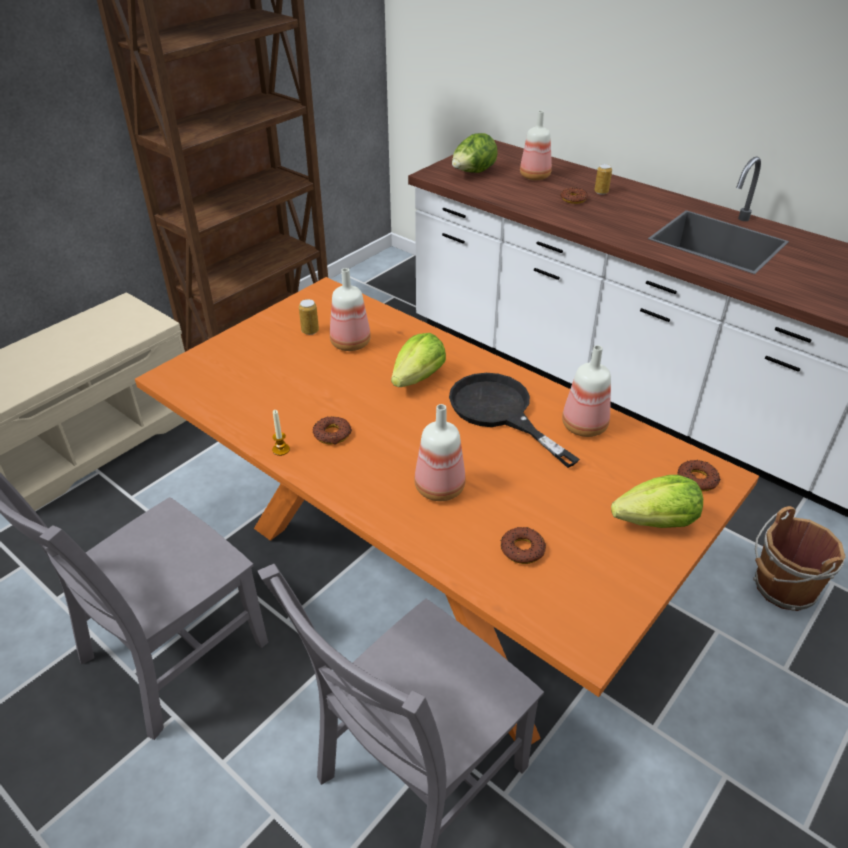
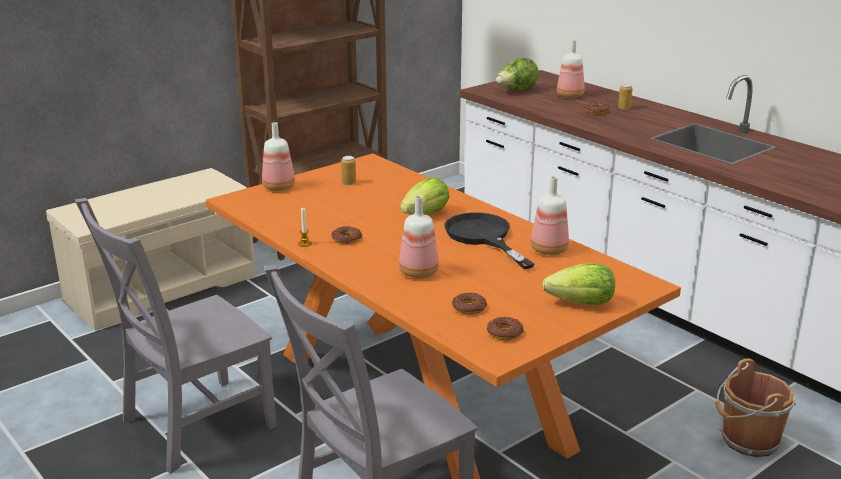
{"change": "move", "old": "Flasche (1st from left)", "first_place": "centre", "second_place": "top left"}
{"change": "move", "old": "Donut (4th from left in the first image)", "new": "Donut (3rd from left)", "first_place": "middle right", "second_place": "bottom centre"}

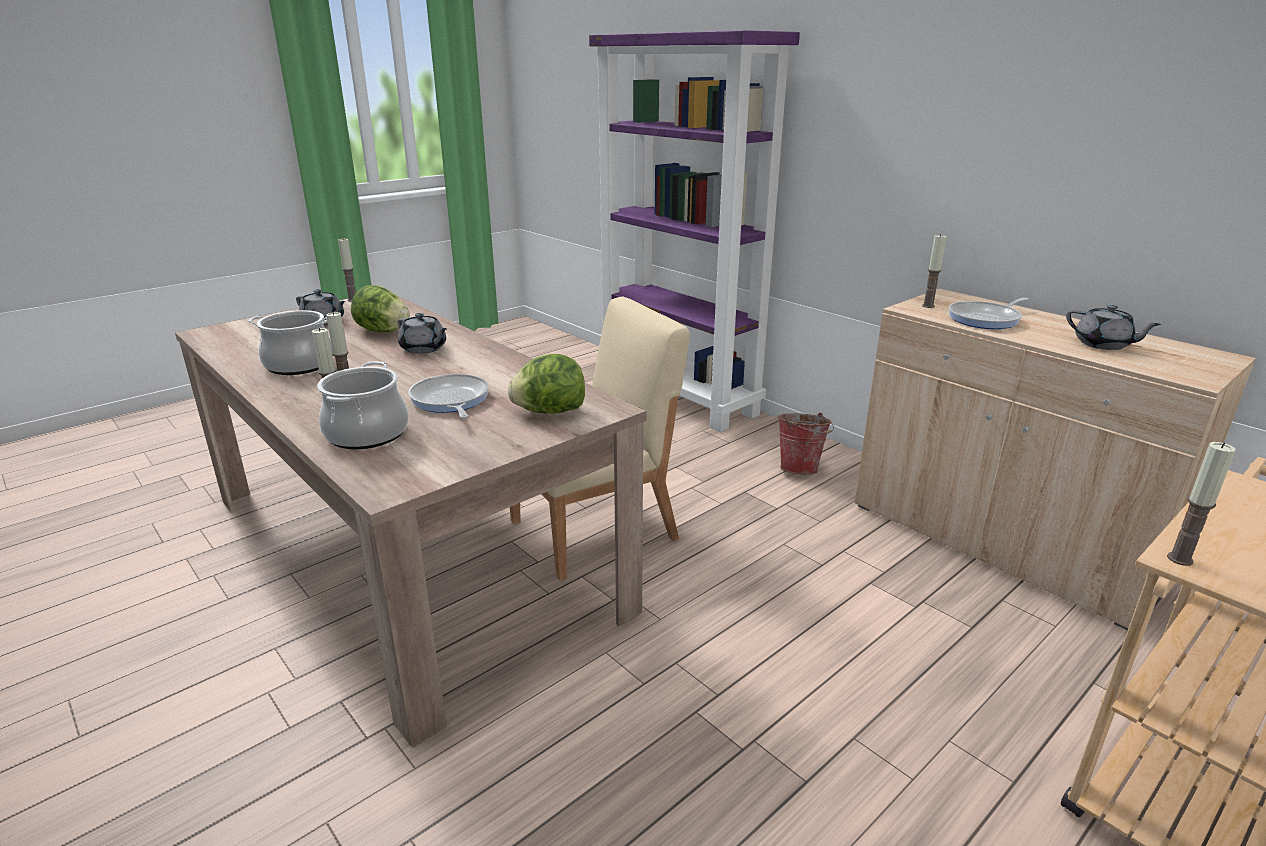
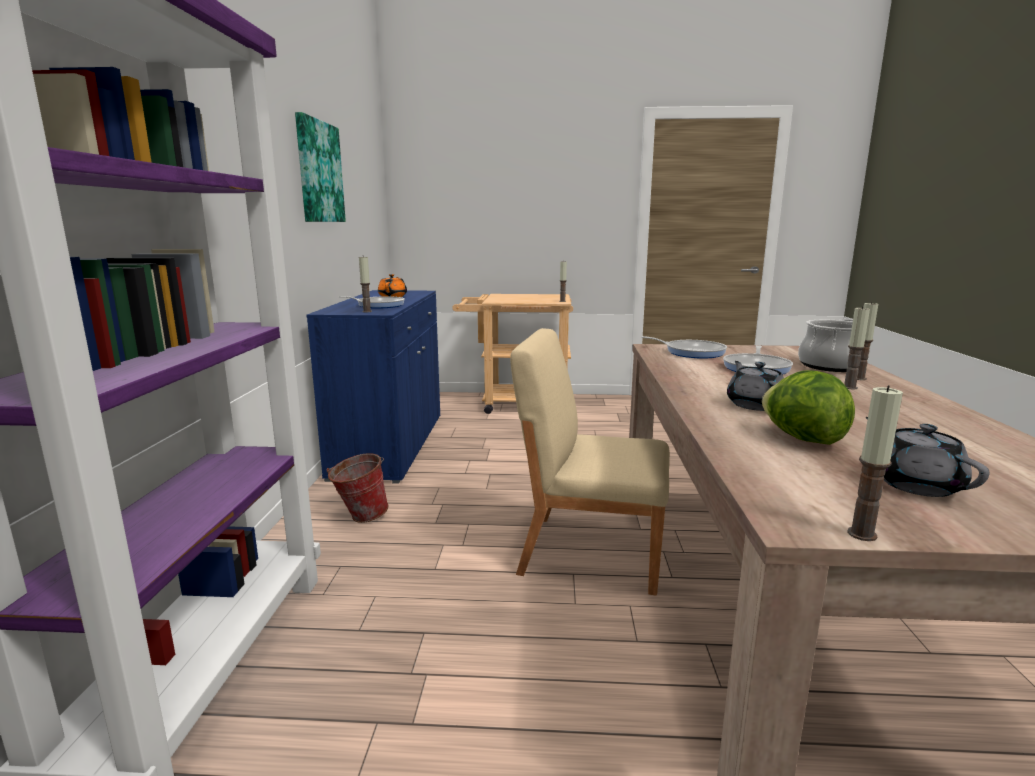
{"change": "delete", "old": "Kochtopf (1st from left)", "first_place": "middle left"}
{"change": "insert", "new": "Bild", "second_place": "top left"}
{"change": "replace", "old": "Salatkopf (2nd from left)", "new": "Pfanne (2nd from left)", "first_place": "centre", "second_place": "centre"}
{"change": "recolor", "old": "Schrank/beige", "new": "Schrank/blau", "first_place": "middle right", "second_place": "centre"}
{"change": "recolor", "old": "Teekanne/grau (3rd from left)", "new": "Teekanne/orange", "first_place": "middle right", "second_place": "centre"}

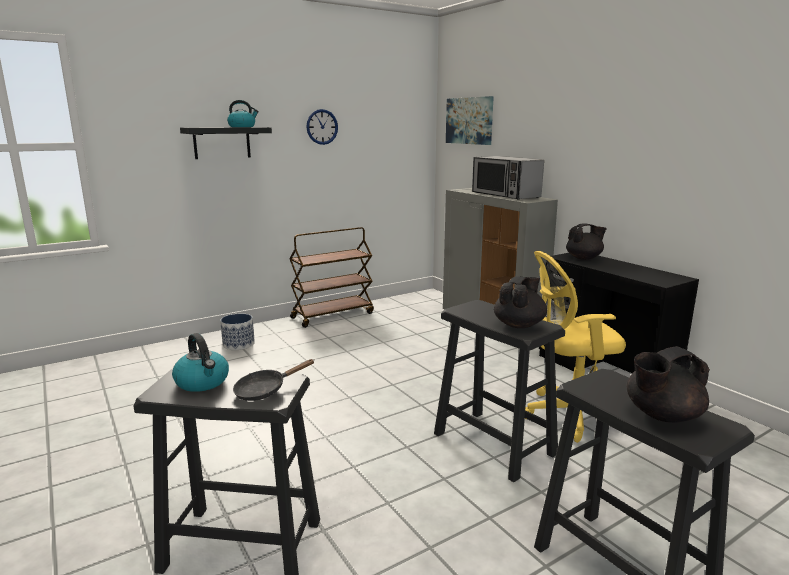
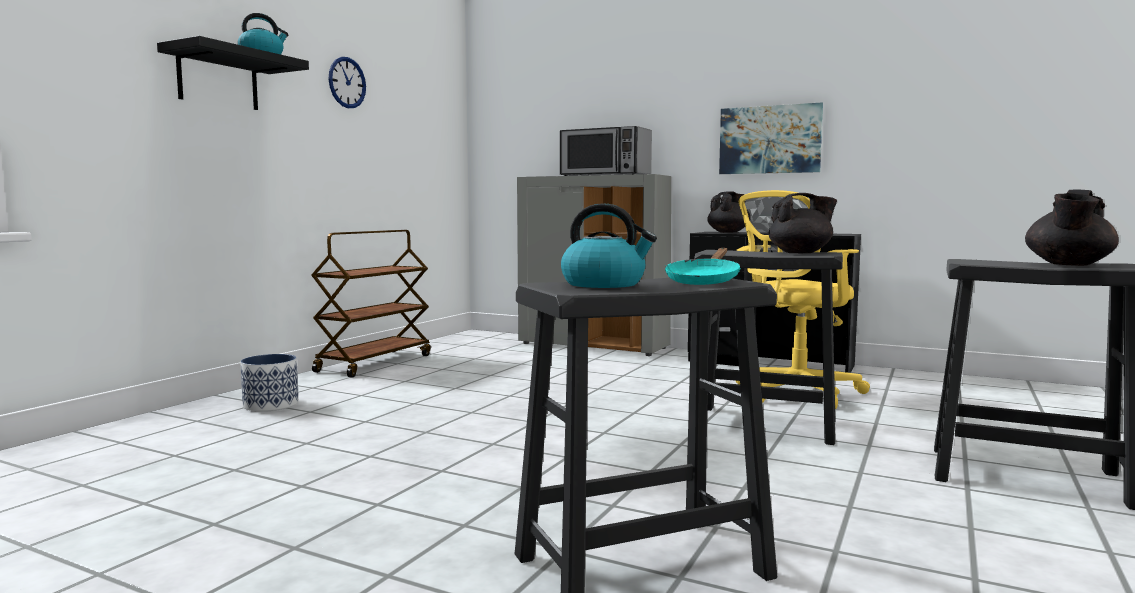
{"change": "move", "old": "Bild", "first_place": "top centre", "second_place": "top right"}
{"change": "recolor", "old": "Pfanne/schwarz", "new": "Pfanne/türkis", "first_place": "centre", "second_place": "centre"}
{"change": "rotate", "old": "Teekanne/schwarz (1st from left in the first image)", "first_place": "centre", "second_place": "middle right", "degrees": 75}

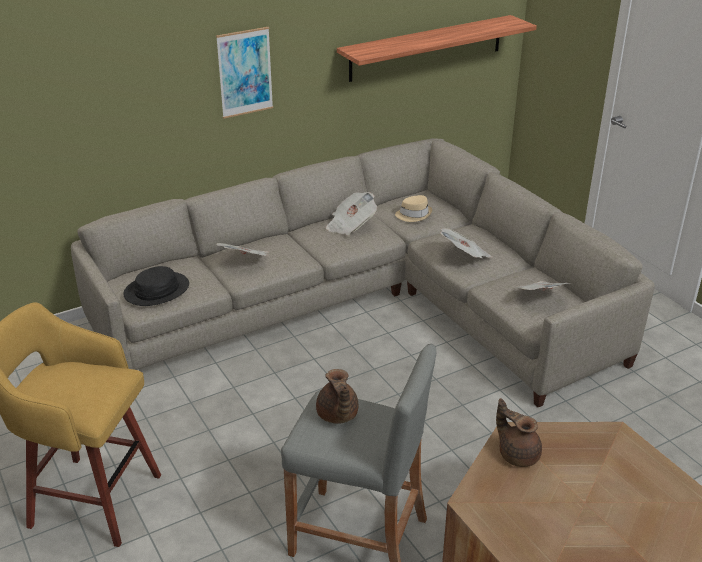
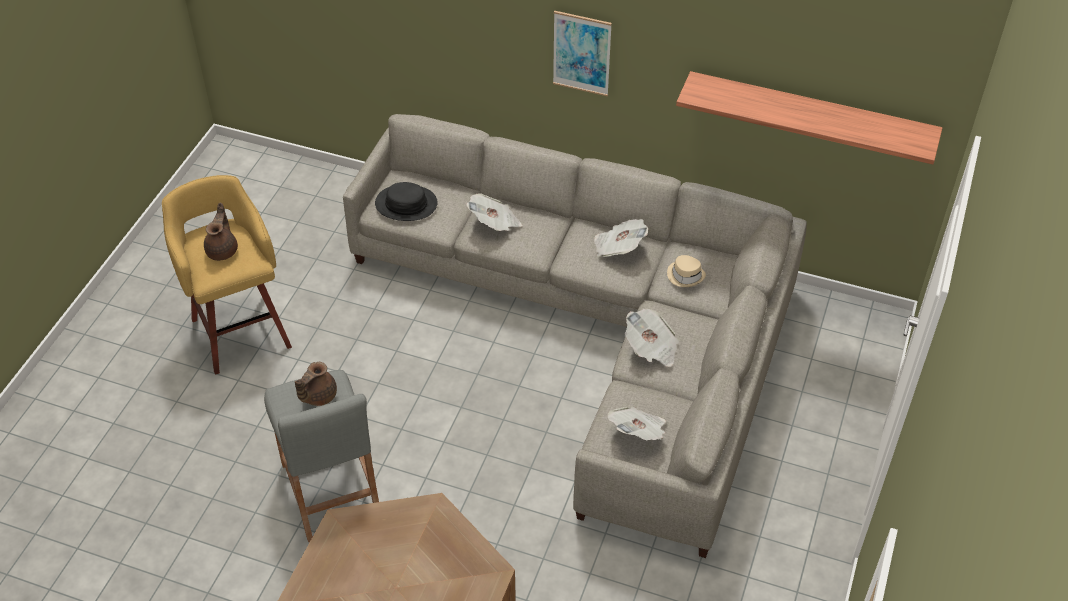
{"change": "move", "old": "Teekanne/braun (2nd from left in the first image)", "new": "Teekanne/braun (1st from left)", "first_place": "bottom right", "second_place": "middle left"}

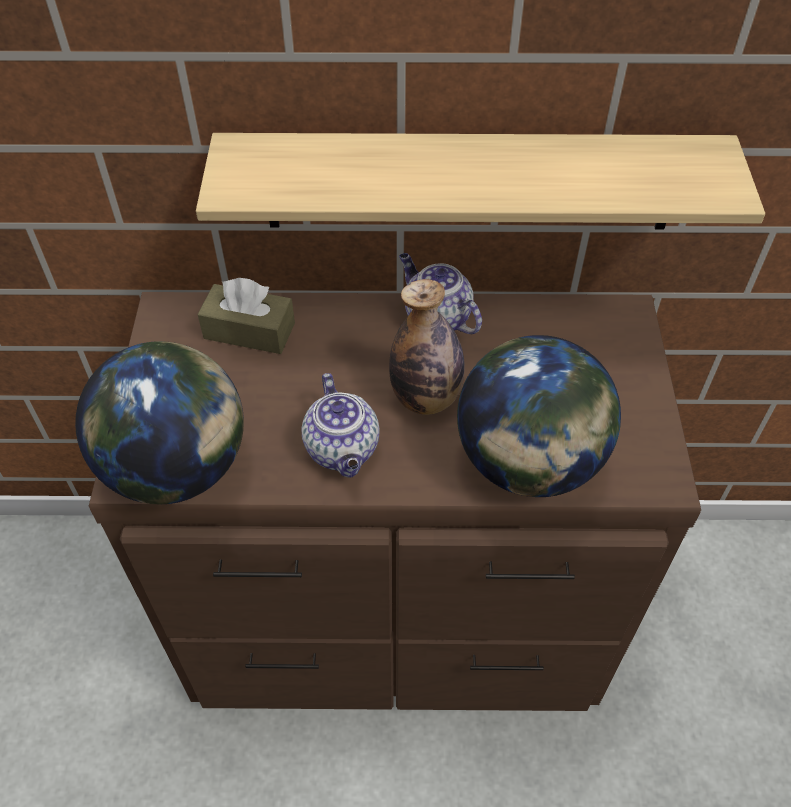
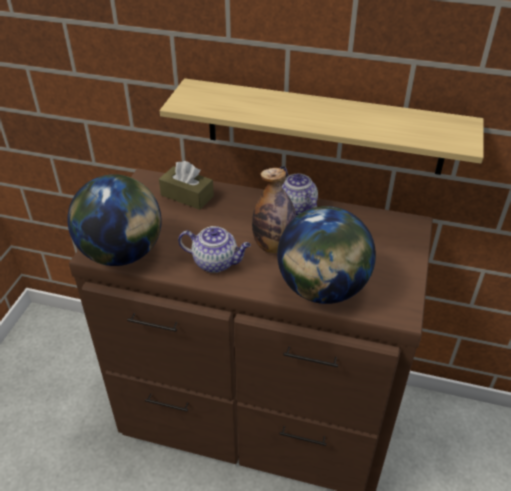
{"change": "rotate", "old": "Teekanne (1st from left)", "first_place": "centre", "second_place": "centre", "degrees": -75}

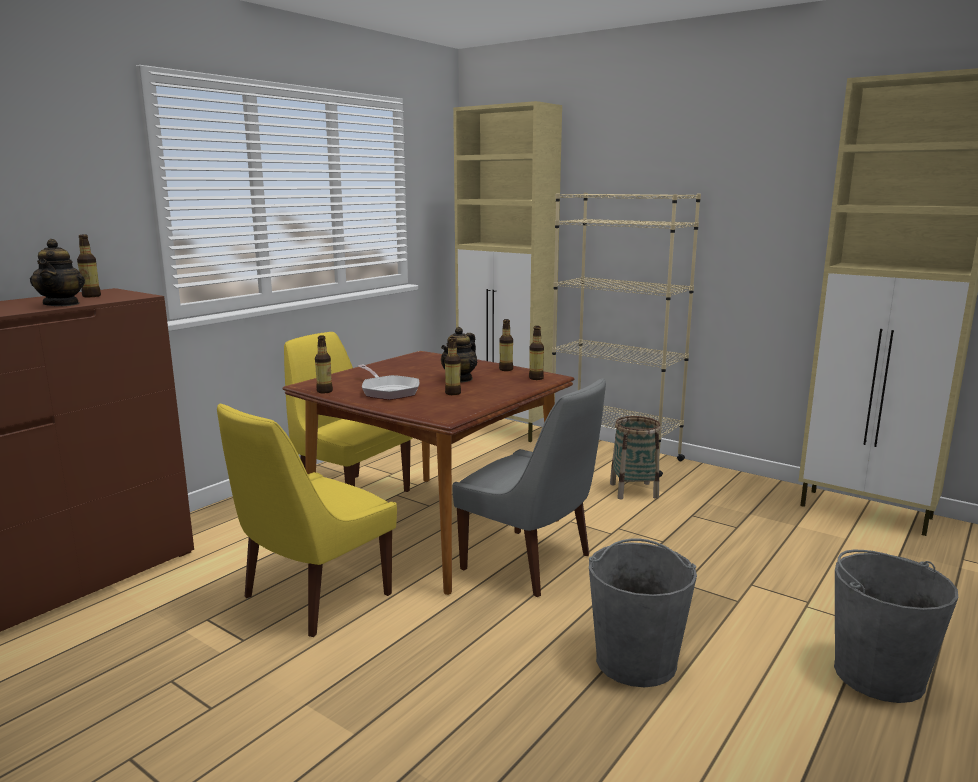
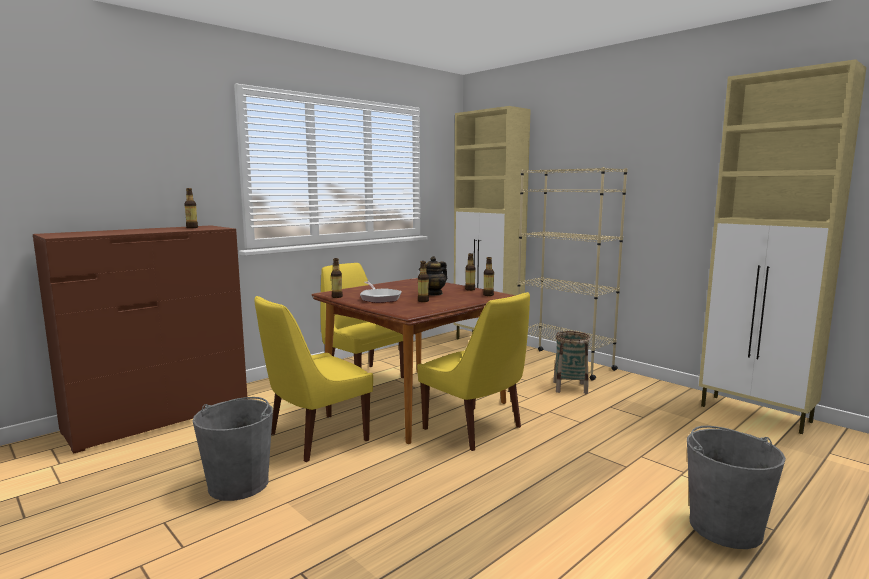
{"change": "delete", "old": "Teekanne (1st from left)", "first_place": "middle left"}
{"change": "move", "old": "Eimer/grau (1st from left)", "first_place": "bottom centre", "second_place": "bottom left"}
{"change": "recolor", "old": "Stuhl/grau", "new": "Stuhl/gelb (3rd from left)", "first_place": "centre", "second_place": "centre"}

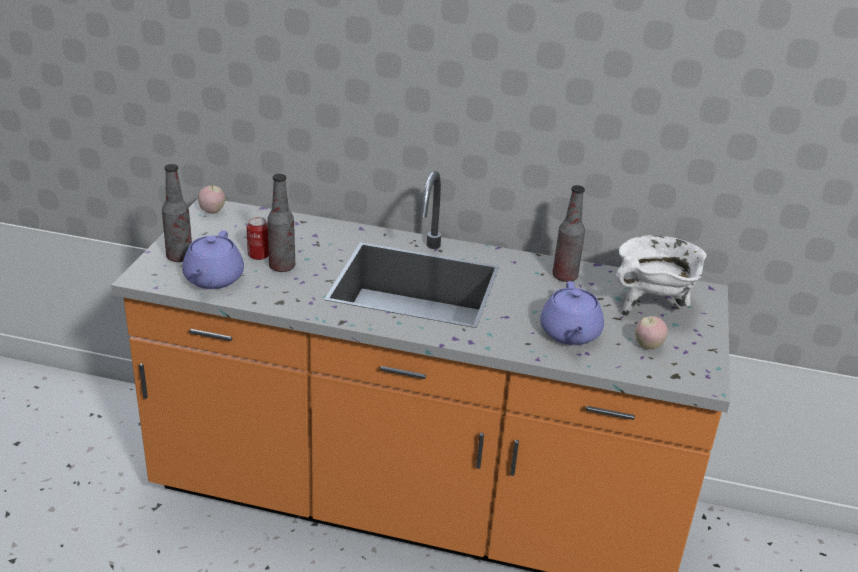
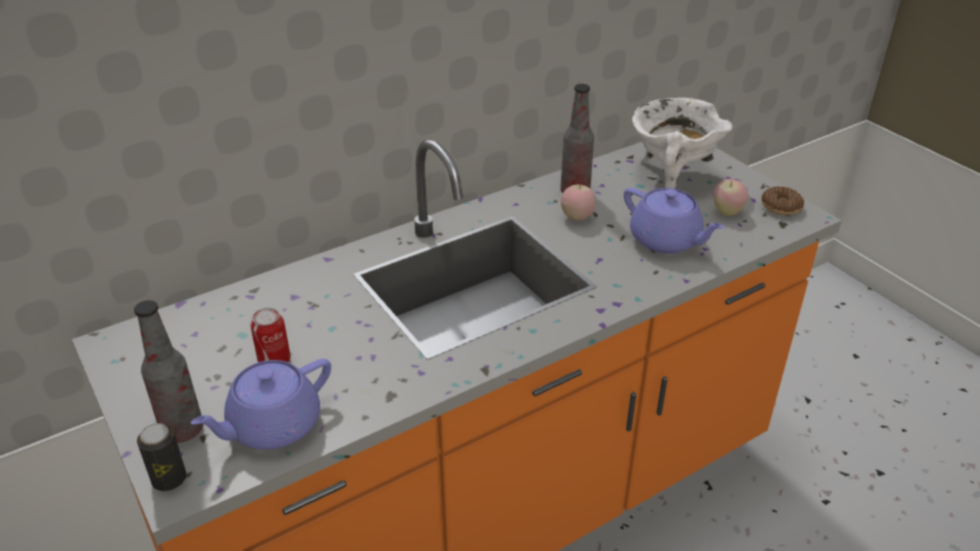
{"change": "delete", "old": "Flasche (2nd from left)", "first_place": "middle left"}
{"change": "insert", "new": "Dose (1st from left)", "second_place": "bottom left"}
{"change": "insert", "new": "Donut", "second_place": "middle right"}
{"change": "move", "old": "Apfel (1st from left)", "first_place": "middle left", "second_place": "centre"}
{"change": "rotate", "old": "Teekanne/lila (1st from left)", "first_place": "middle left", "second_place": "bottom left", "degrees": 90}

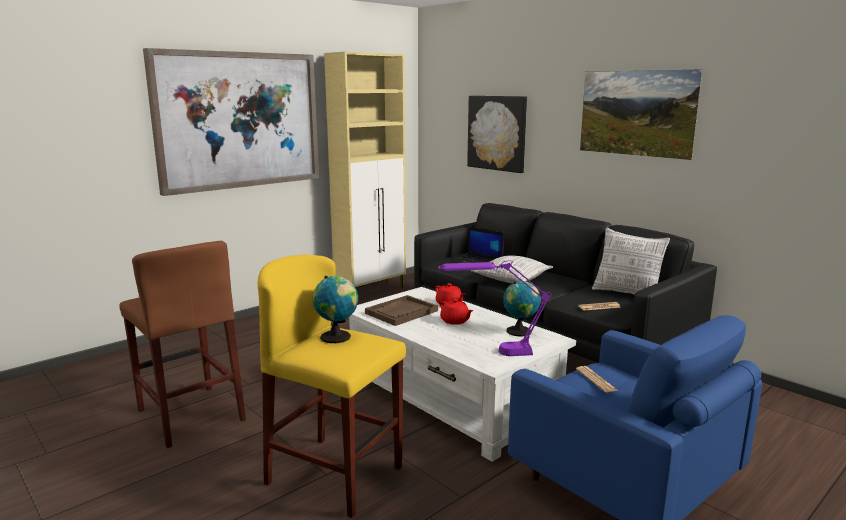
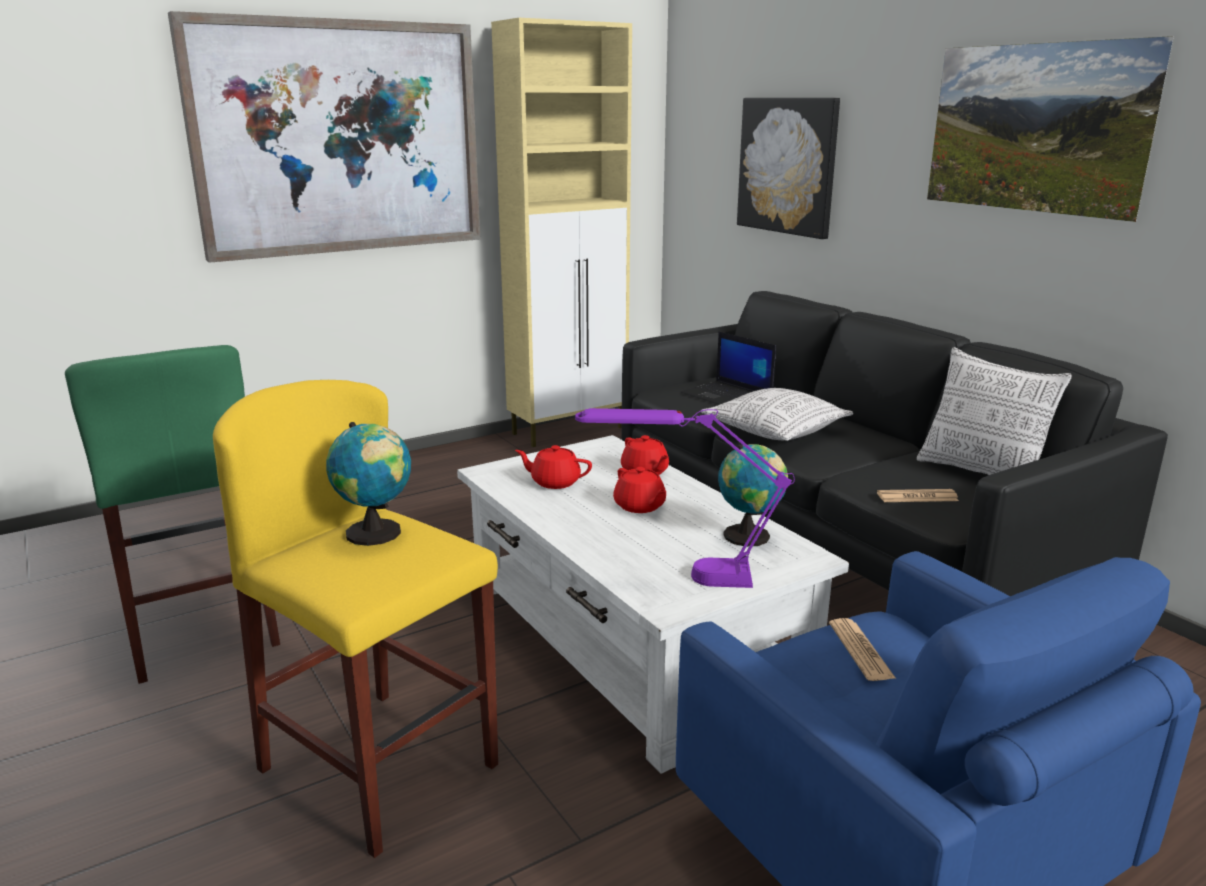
{"change": "replace", "old": "Tablett/braun", "new": "Teekanne/rot (1st from left)", "first_place": "centre", "second_place": "centre"}
{"change": "recolor", "old": "Hocker/braun", "new": "Hocker/grün", "first_place": "middle left", "second_place": "middle left"}

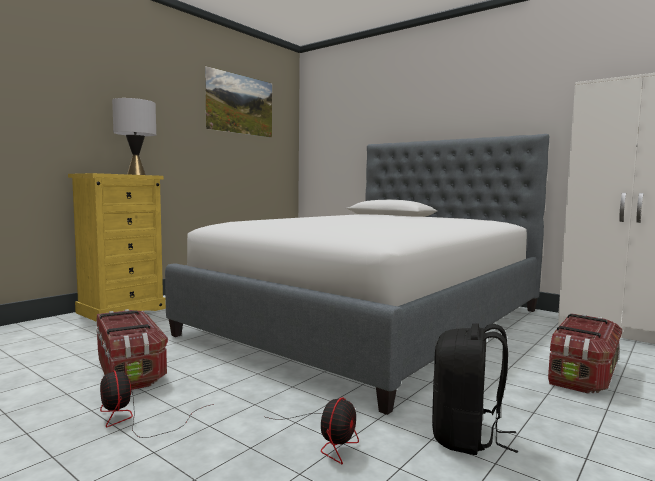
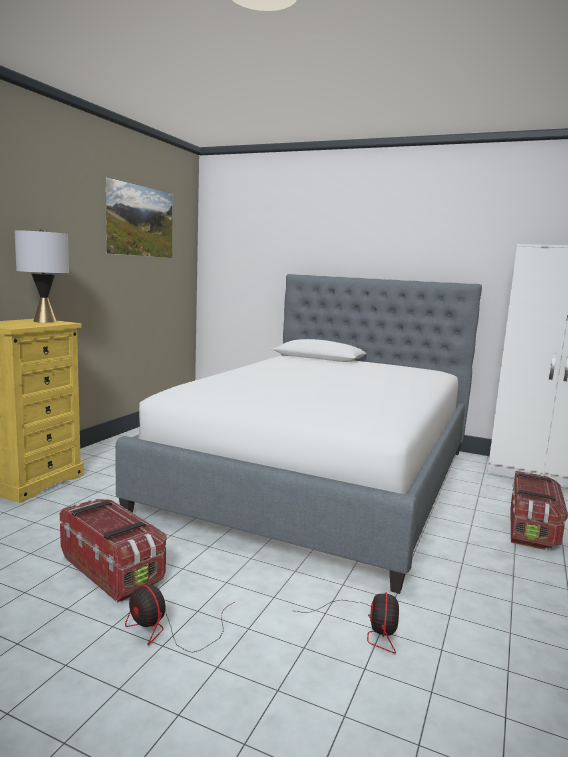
{"change": "delete", "old": "Rucksack/schwarz", "first_place": "bottom right"}

